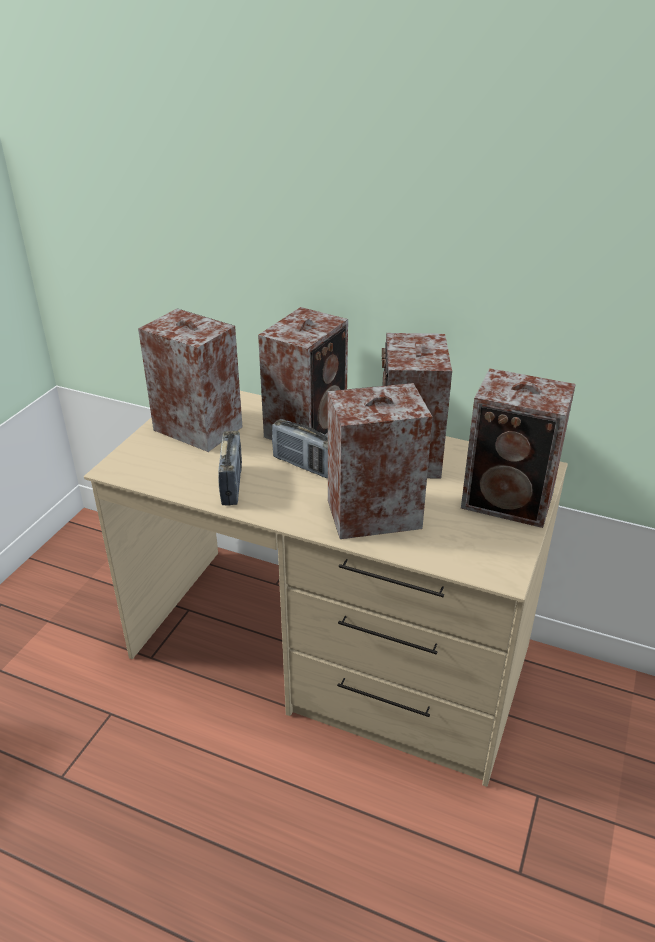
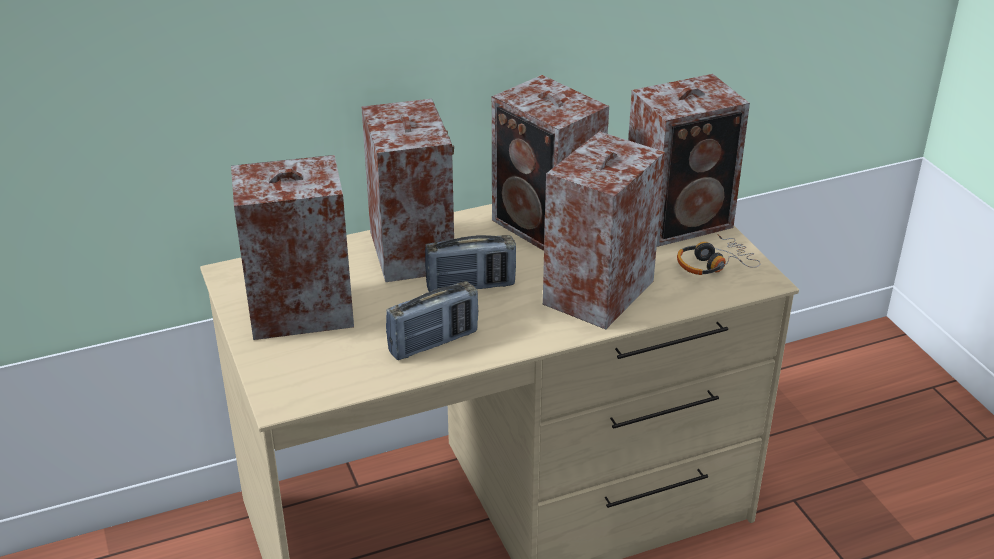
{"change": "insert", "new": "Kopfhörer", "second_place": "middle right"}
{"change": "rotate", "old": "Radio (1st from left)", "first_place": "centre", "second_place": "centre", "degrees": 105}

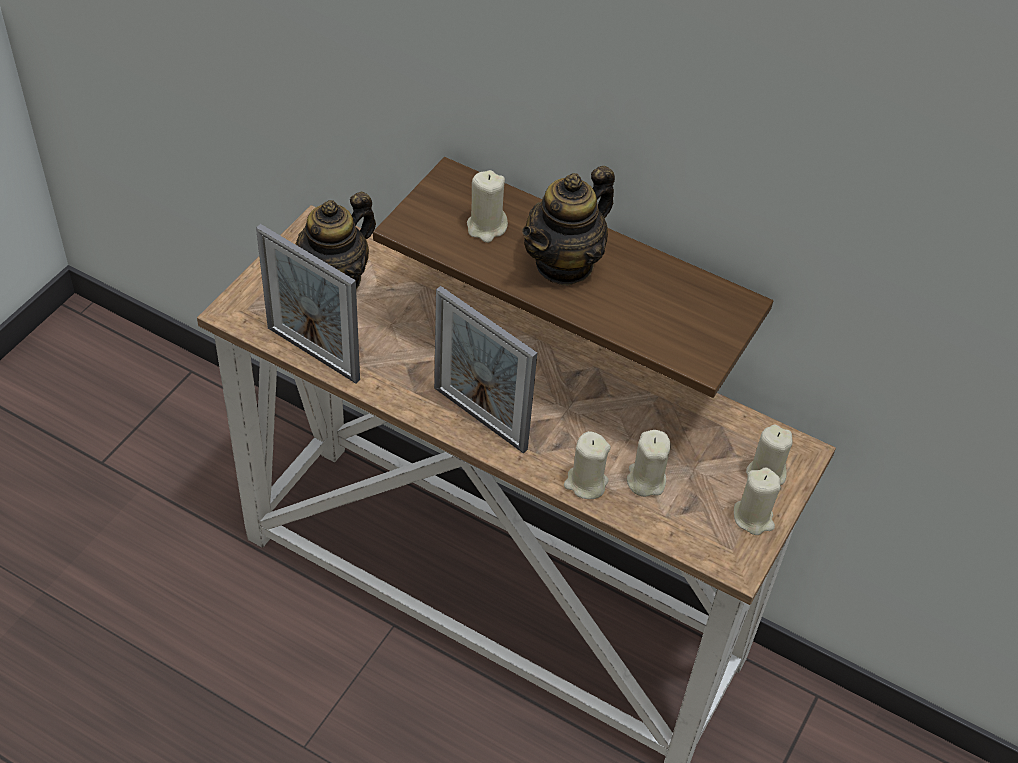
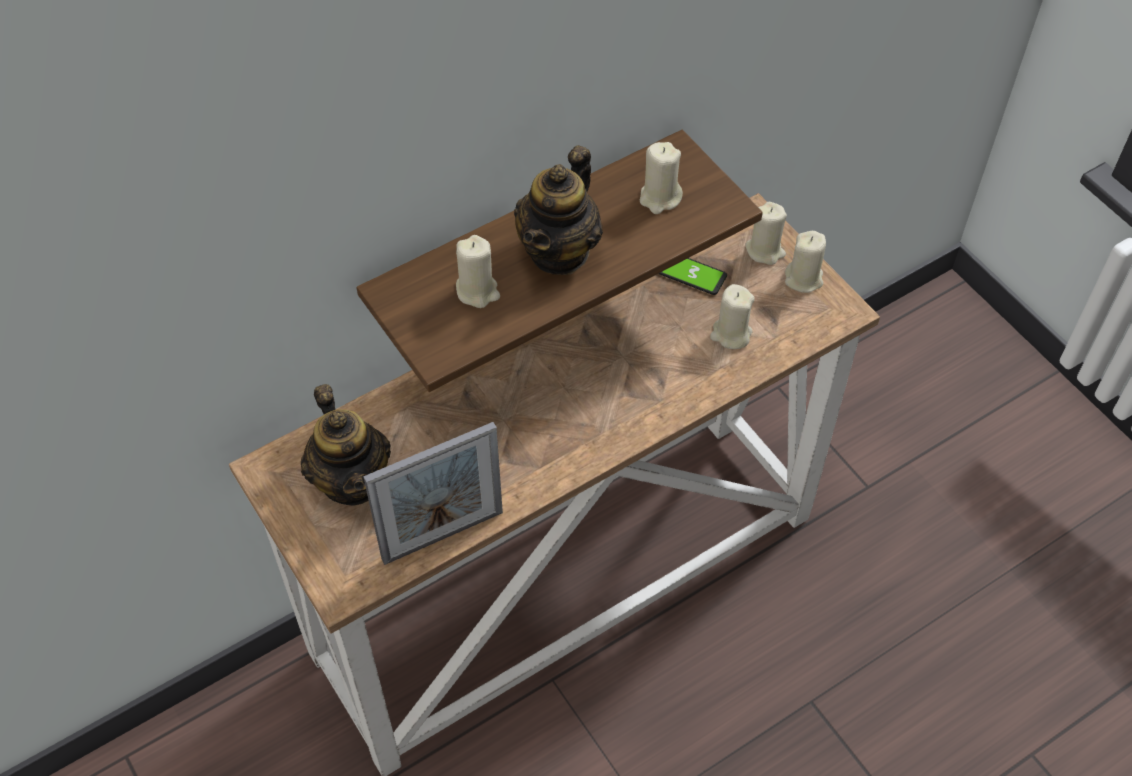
{"change": "delete", "old": "Bilderrahmen (2nd from left)", "first_place": "centre"}
{"change": "insert", "new": "Handy", "second_place": "centre"}
{"change": "move", "old": "Kerze/beige (2nd from left)", "first_place": "centre", "second_place": "top centre"}
{"change": "rotate", "old": "Teekanne (2nd from left)", "first_place": "top centre", "second_place": "top centre", "degrees": 45}

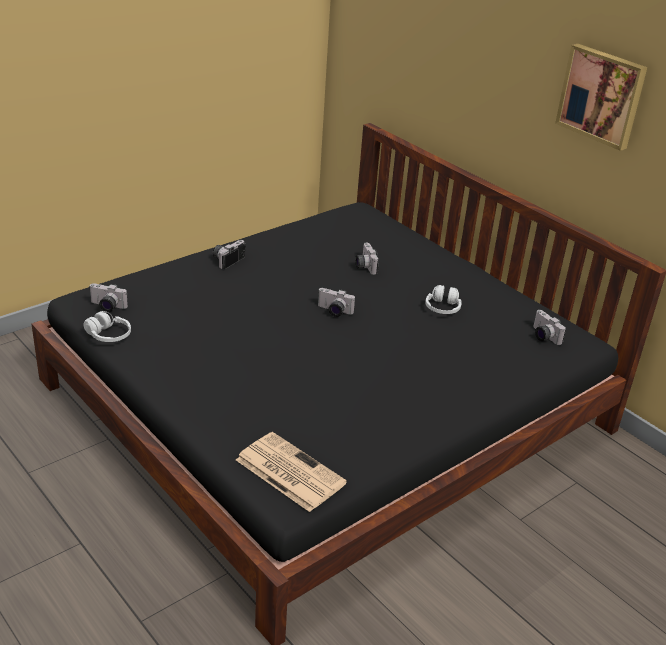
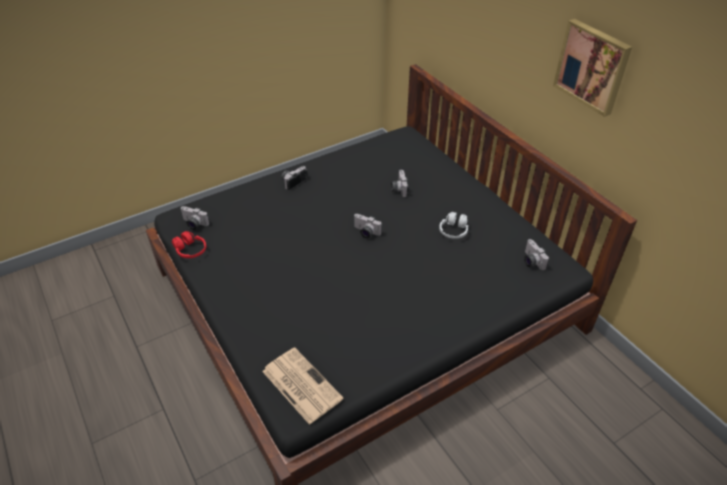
{"change": "recolor", "old": "Kopfhörer/weiß (1st from left)", "new": "Kopfhörer/rot", "first_place": "middle left", "second_place": "middle left"}

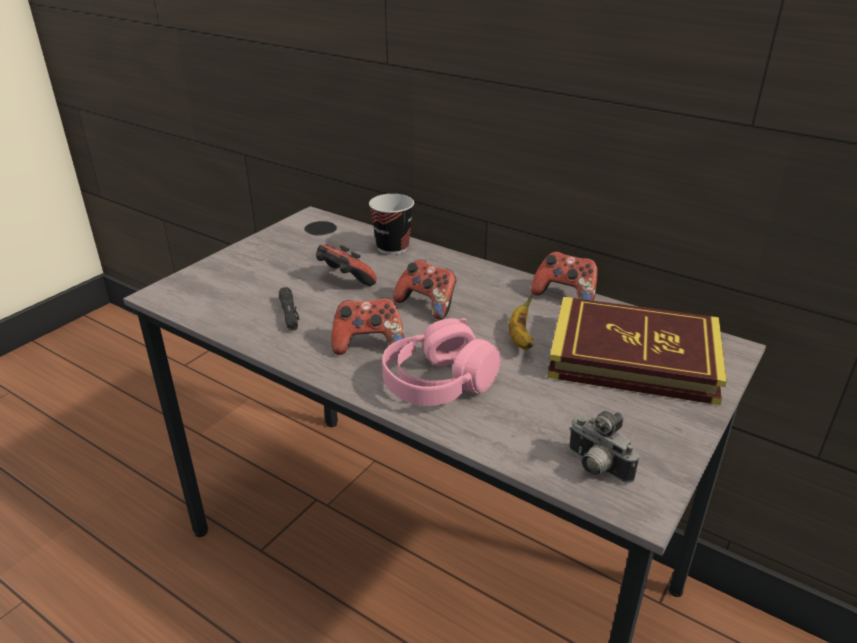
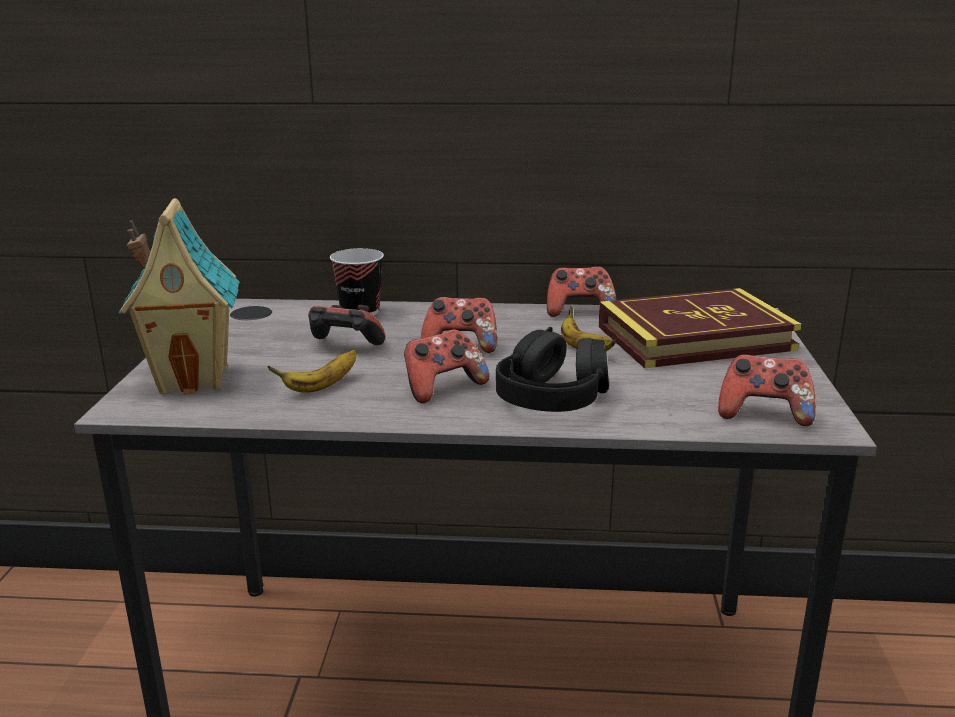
{"change": "insert", "new": "Spielzeughaus", "second_place": "middle left"}
{"change": "replace", "old": "Taschenlampe/schwarz", "new": "Banane (1st from left)", "first_place": "centre", "second_place": "middle left"}
{"change": "replace", "old": "Kamera", "new": "Gamepad (5th from left)", "first_place": "bottom right", "second_place": "middle right"}
{"change": "recolor", "old": "Kopfhörer/rosa", "new": "Kopfhörer/schwarz", "first_place": "centre", "second_place": "centre"}

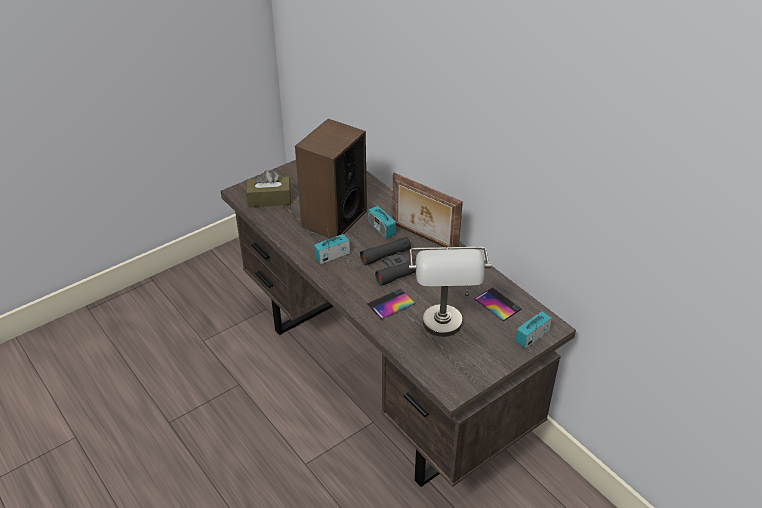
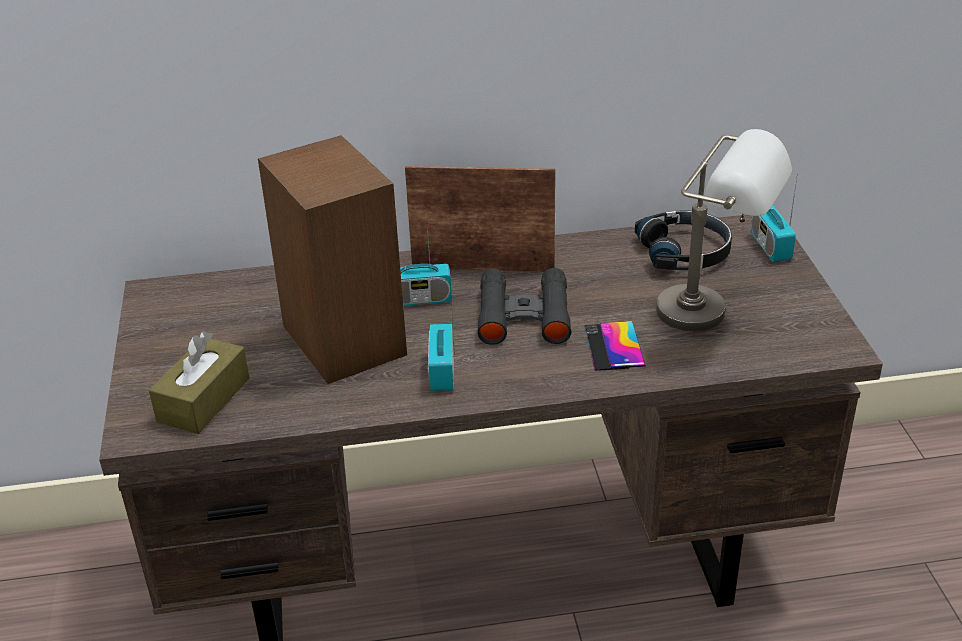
{"change": "replace", "old": "Handy (2nd from left)", "new": "Kopfhörer/schwarz", "first_place": "centre", "second_place": "middle right"}
{"change": "rotate", "old": "Bilderrahmen", "first_place": "centre", "second_place": "centre", "degrees": -150}

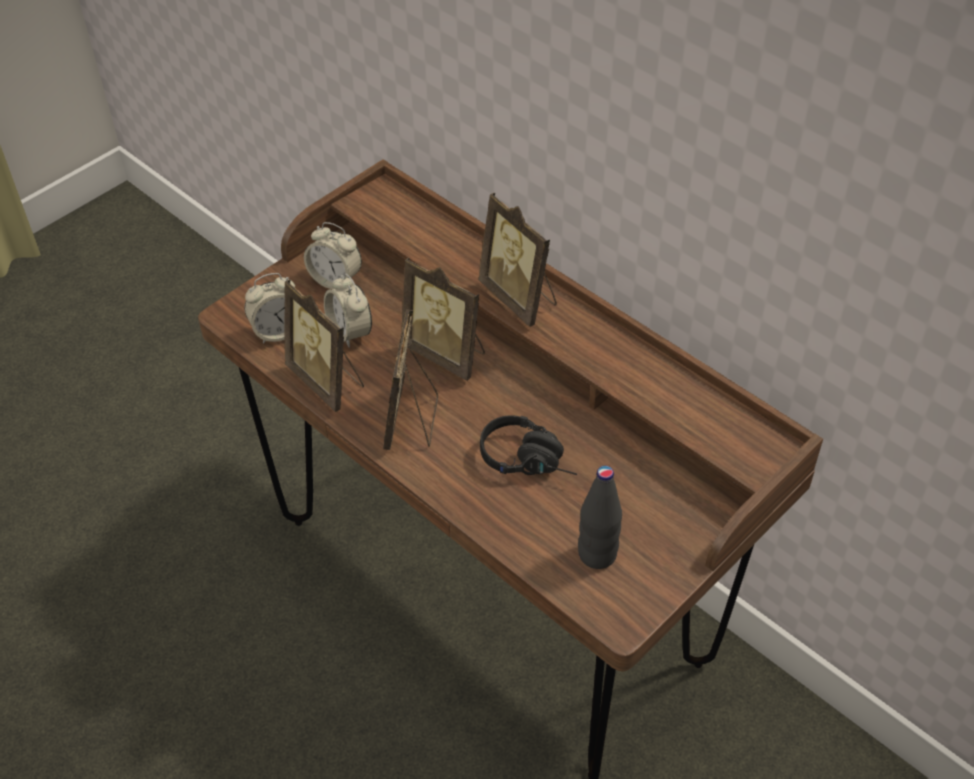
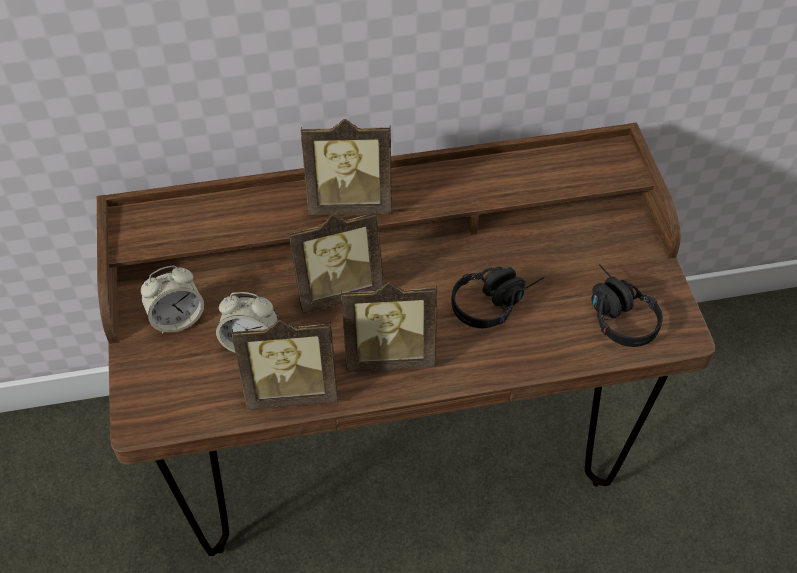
{"change": "delete", "old": "Wecker (1st from left)", "first_place": "middle left"}
{"change": "replace", "old": "Flasche/schwarz", "new": "Kopfhörer/schwarz (2nd from left)", "first_place": "centre", "second_place": "middle right"}
{"change": "rotate", "old": "Bilderrahmen (2nd from left in the first image)", "first_place": "centre", "second_place": "centre", "degrees": -45}

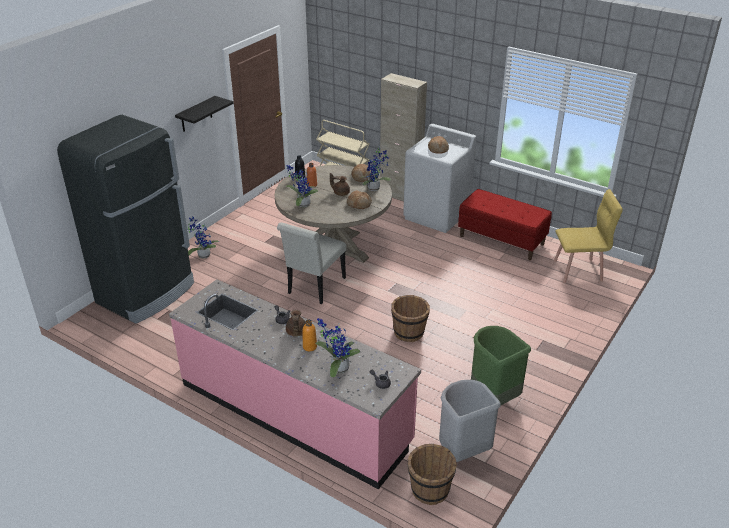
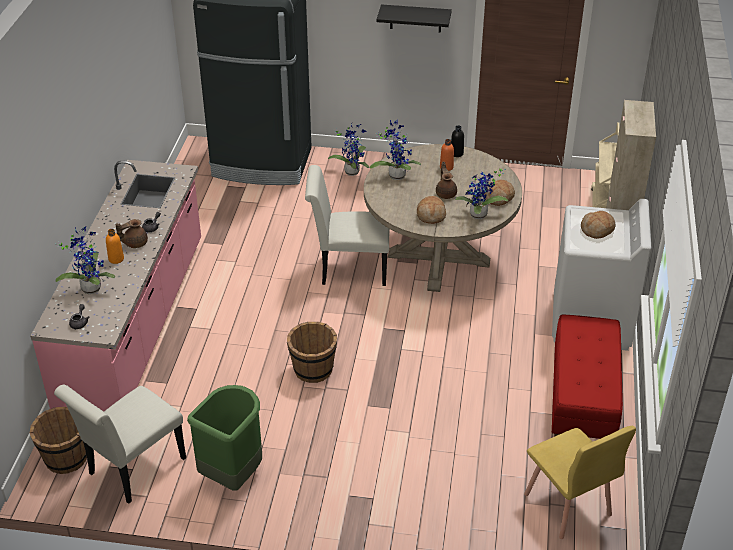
{"change": "replace", "old": "Mülleimer/grau", "new": "Stuhl/weiß (1st from left)", "first_place": "bottom centre", "second_place": "bottom left"}

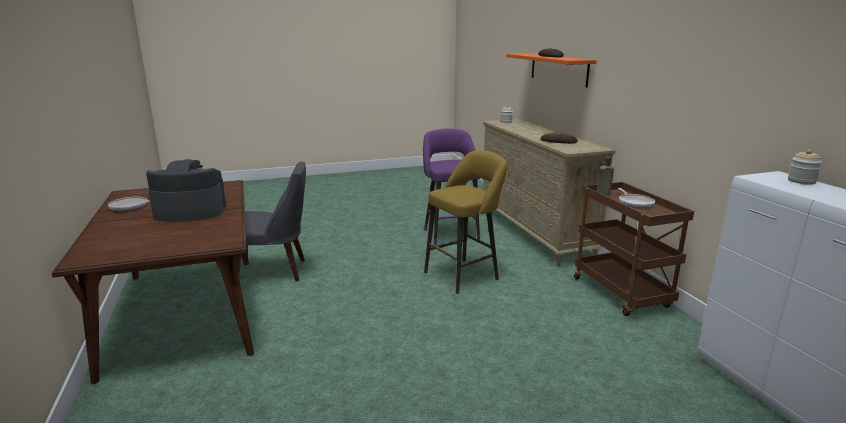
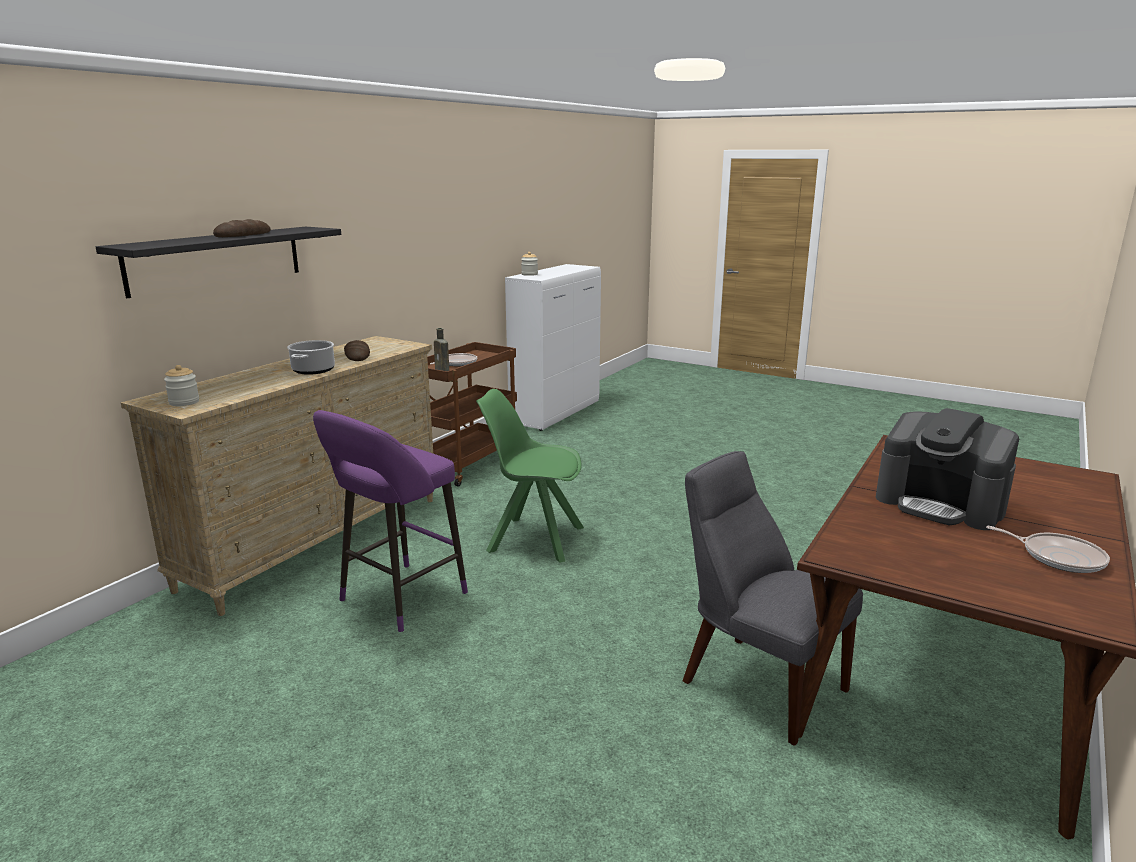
{"change": "insert", "new": "Kochtopf", "second_place": "middle left"}
{"change": "replace", "old": "Hocker/gelb", "new": "Stuhl/grün", "first_place": "centre", "second_place": "centre"}
{"change": "recolor", "old": "Wandregal/orange", "new": "Wandregal/schwarz", "first_place": "top centre", "second_place": "top left"}

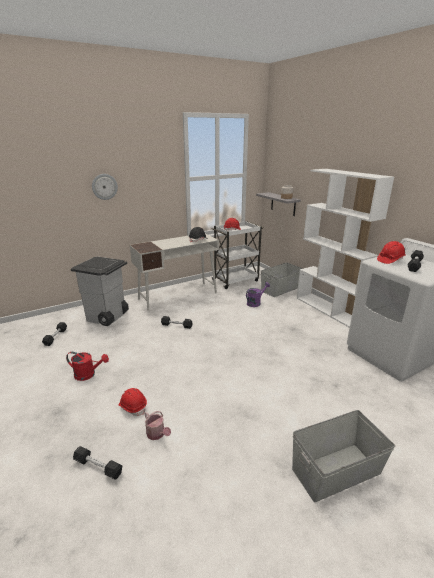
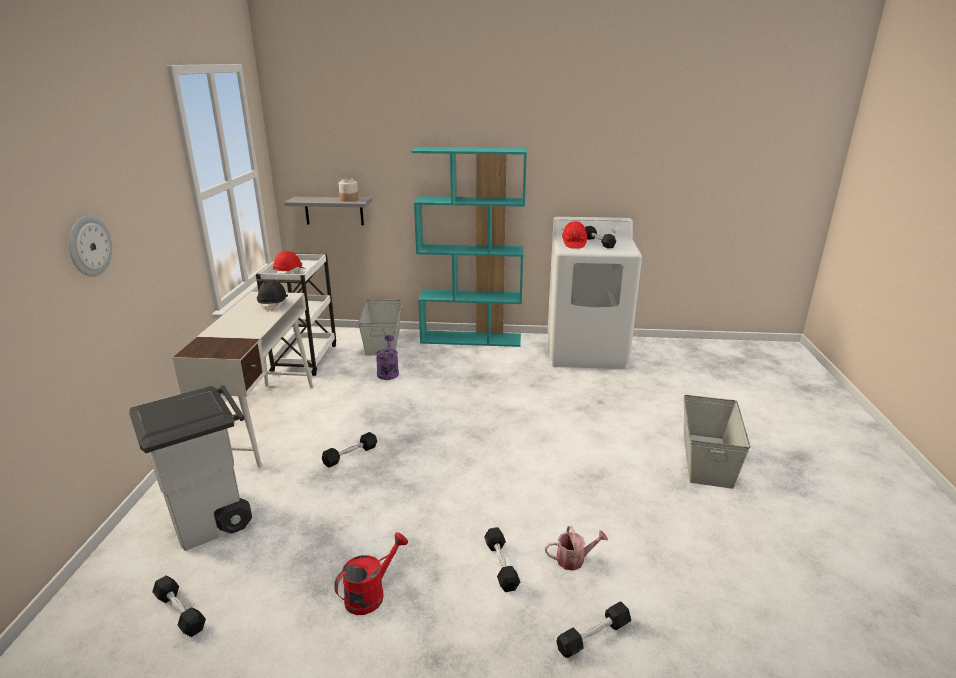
{"change": "replace", "old": "Schutzhelm/rot (1st from left)", "new": "Hantel/schwarz (3rd from left)", "first_place": "bottom left", "second_place": "bottom centre"}
{"change": "recolor", "old": "Bücherregal/weiß", "new": "Bücherregal/türkis", "first_place": "middle right", "second_place": "centre"}

